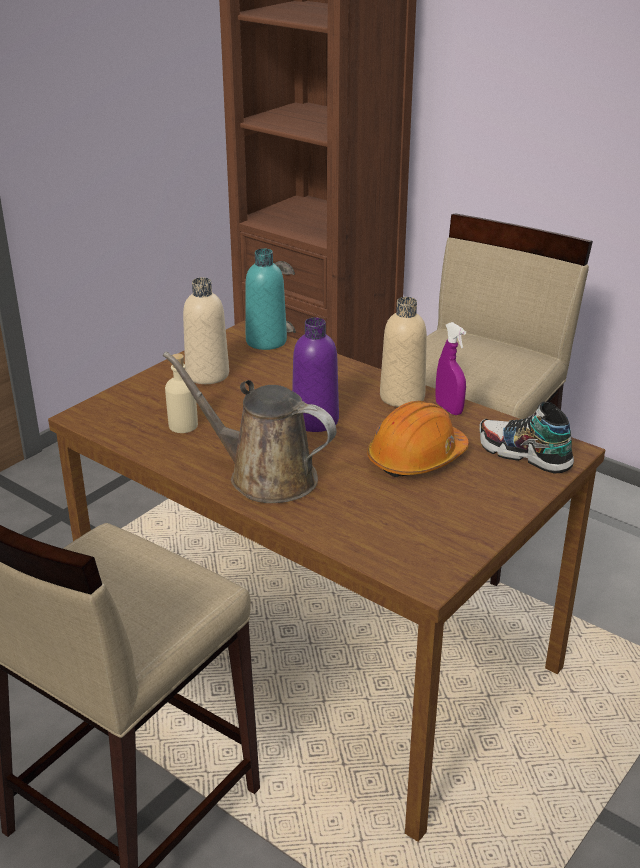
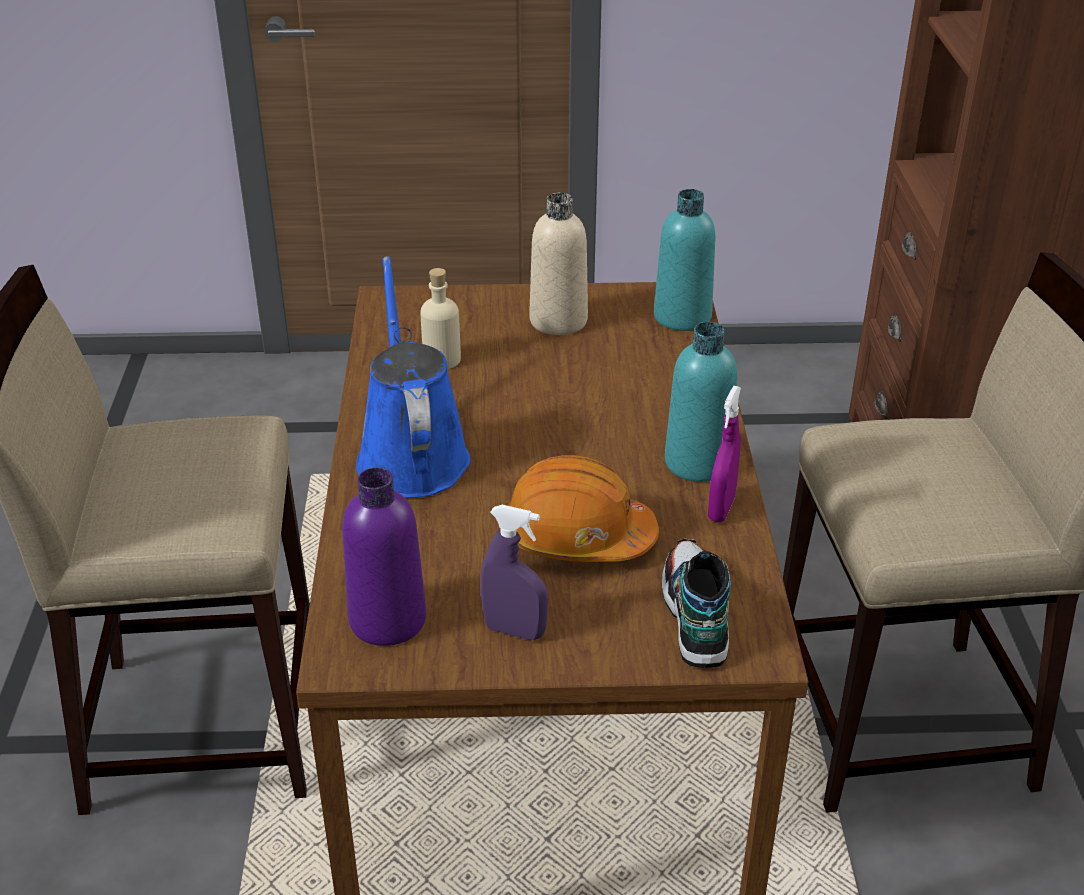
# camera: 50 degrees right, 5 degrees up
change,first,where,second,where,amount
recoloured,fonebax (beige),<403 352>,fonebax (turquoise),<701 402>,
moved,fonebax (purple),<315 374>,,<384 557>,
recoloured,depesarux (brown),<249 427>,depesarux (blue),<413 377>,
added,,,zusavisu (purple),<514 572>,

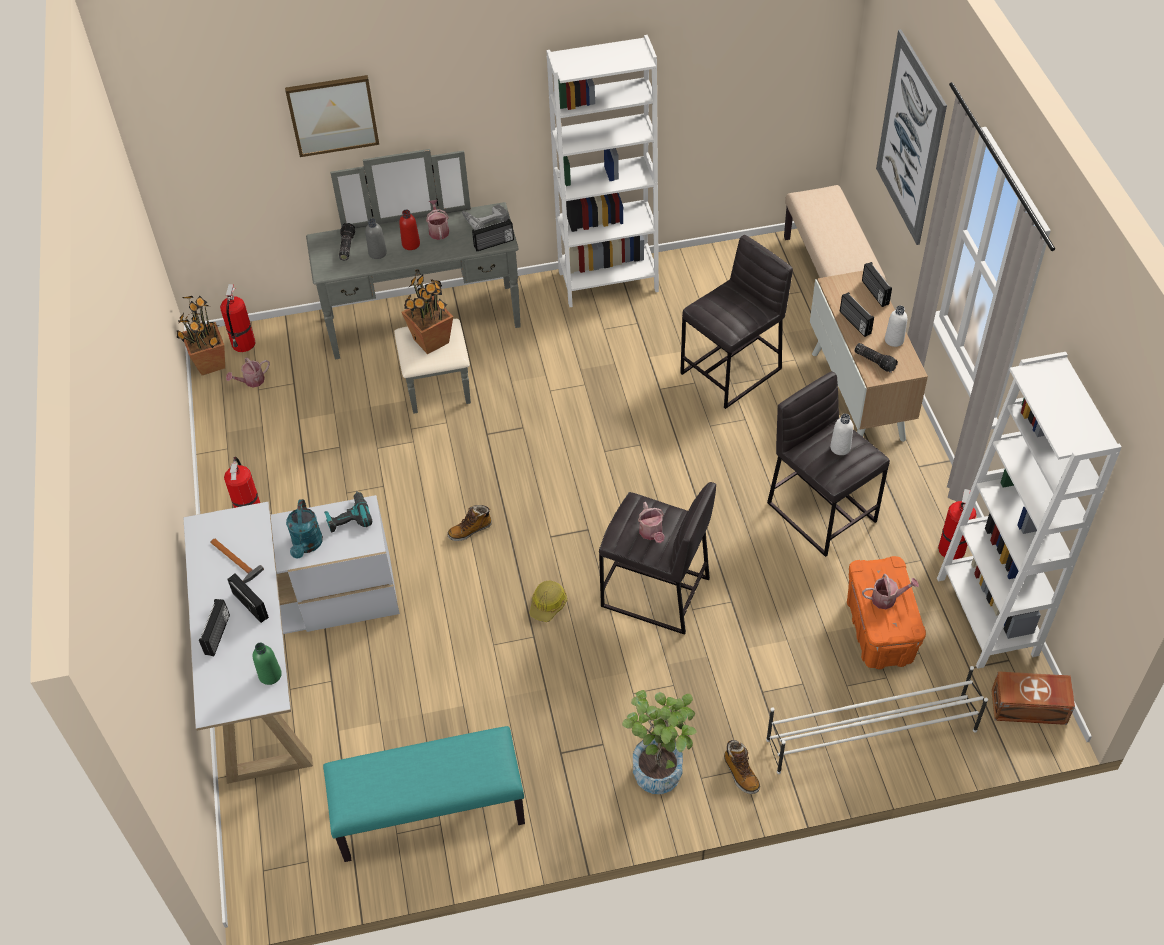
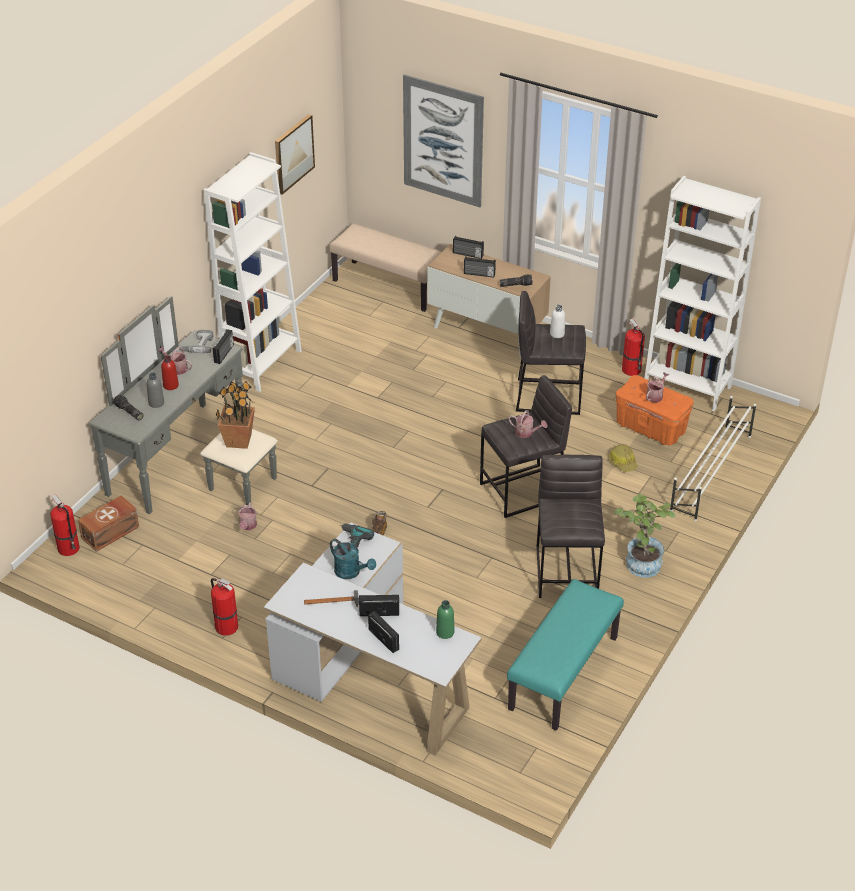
# camera: 50 degrees left, 10 degrees down
change,first,where,second,where,amount
moved,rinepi,<332 116>,,<295 154>,
moved,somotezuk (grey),<736 322>,,<570 526>,
removed,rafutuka,<201 335>,,,
removed,fonebax (white),<896 326>,,,
moved,depesarux,<248 373>,,<247 516>,
moved,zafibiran,<548 601>,,<623 458>,
moved,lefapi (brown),<1033 698>,,<108 523>,
removed,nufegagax,<742 767>,,,

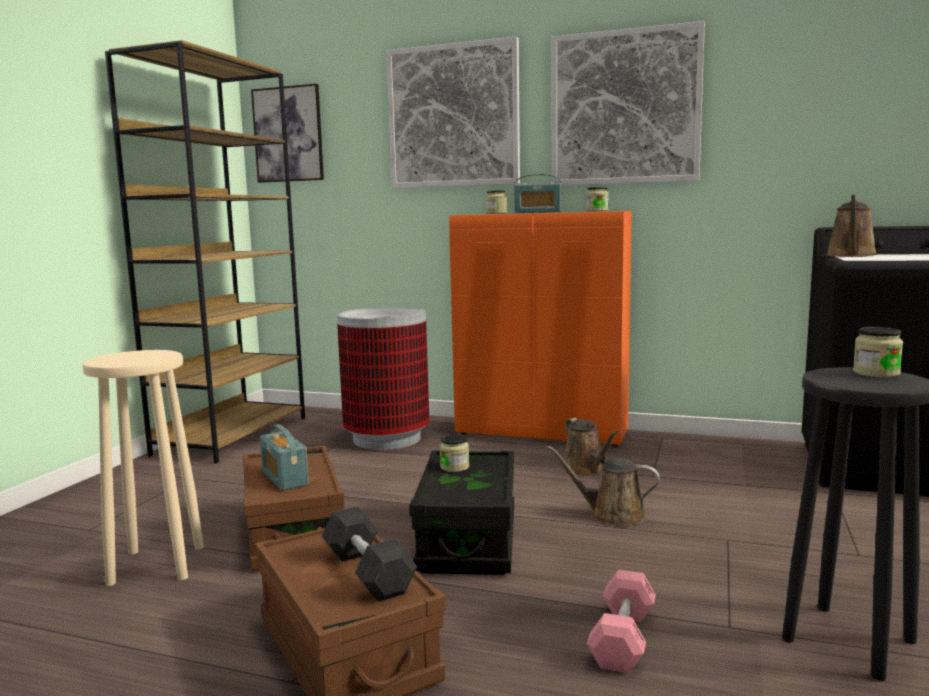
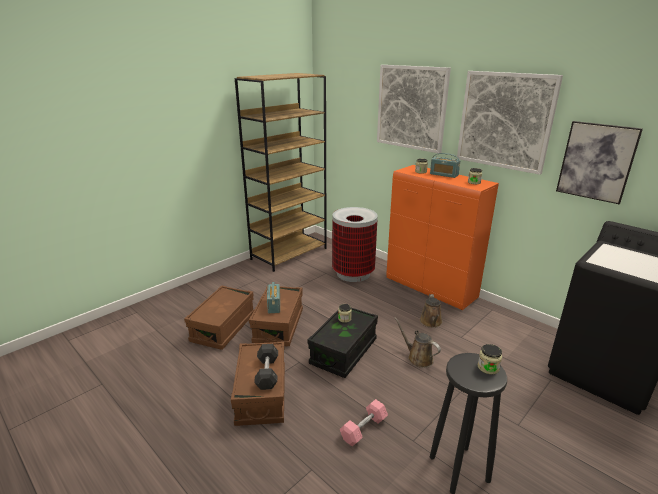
# camera: 25 degrees right, 15 degrees up
change,first,where,second,where,amount
moved,rinepi,<287 133>,,<599 162>,
removed,depesarux (brown),<851 226>,,,
replaced,somotezuk (beige),<143 468>,lefapi (brown),<219 317>,

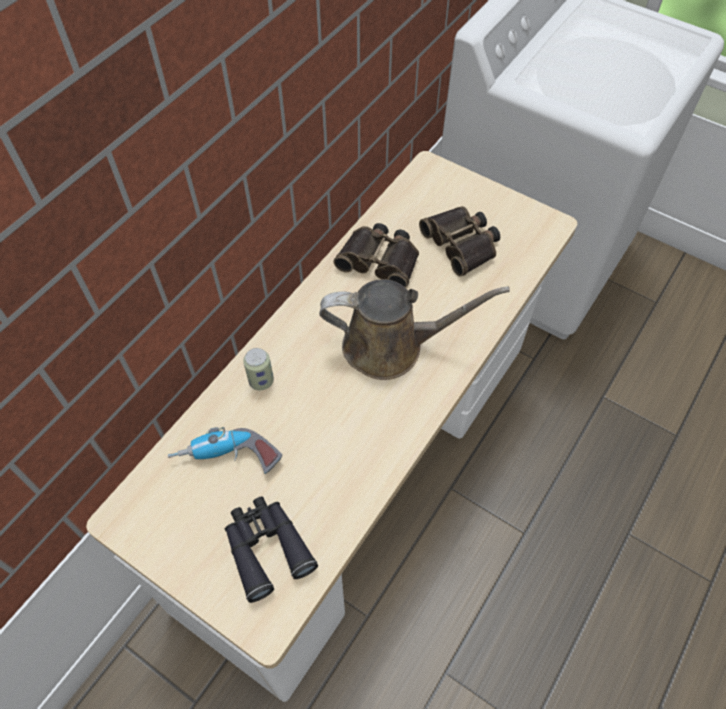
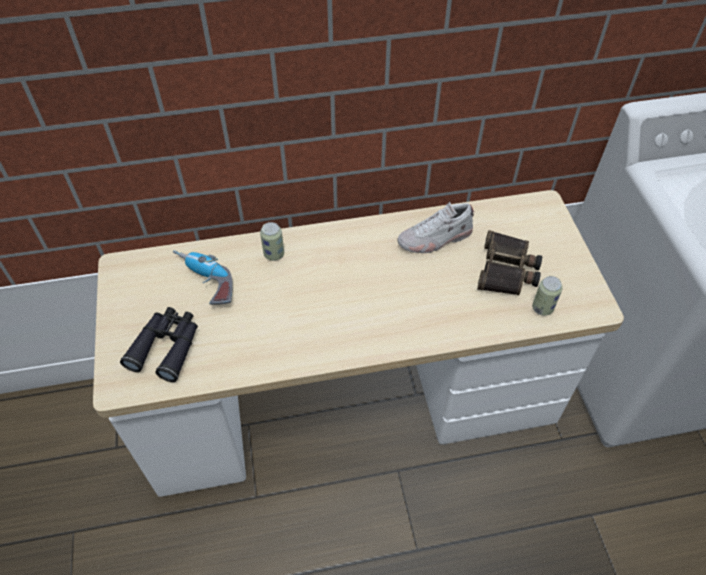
# camera: 45 degrees right, 5 degrees down
change,first,where,second,where,amount
replaced,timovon,<376 255>,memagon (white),<435 227>,
removed,depesarux (brown),<414 329>,,,
added,,,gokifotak,<547 296>,

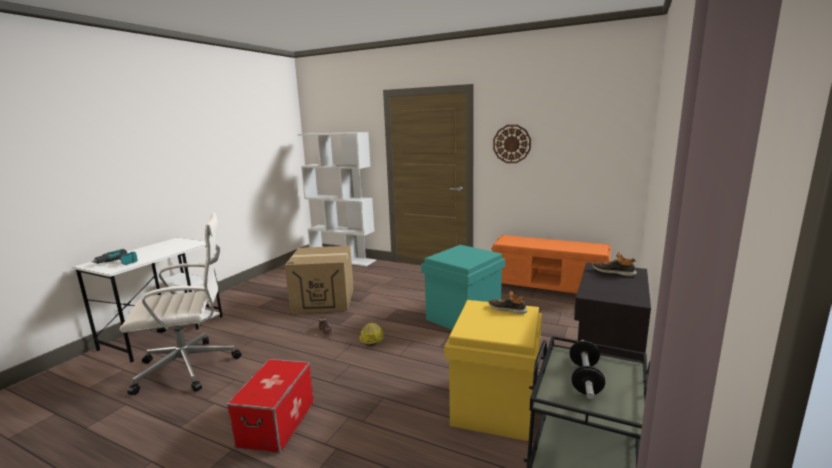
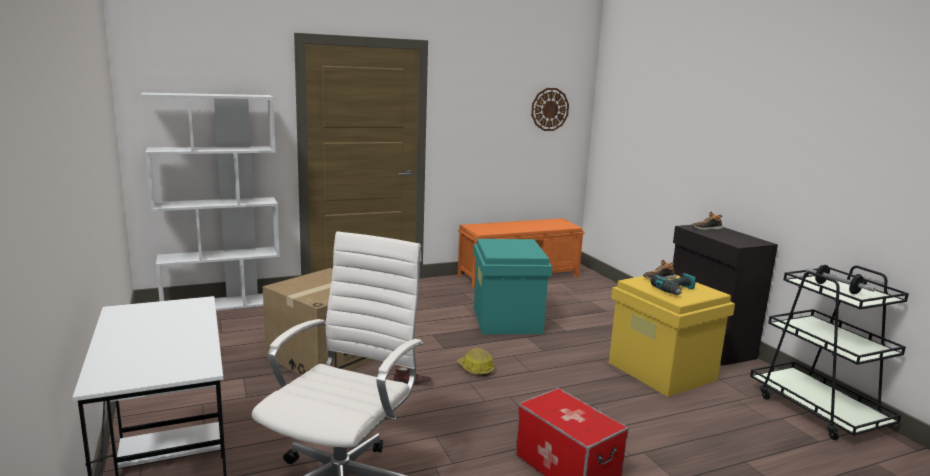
# camera: 50 degrees left, 0 degrees up
change,first,where,second,where,amount
moved,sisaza,<512 144>,,<550 109>,
moved,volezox,<114 257>,,<673 284>,

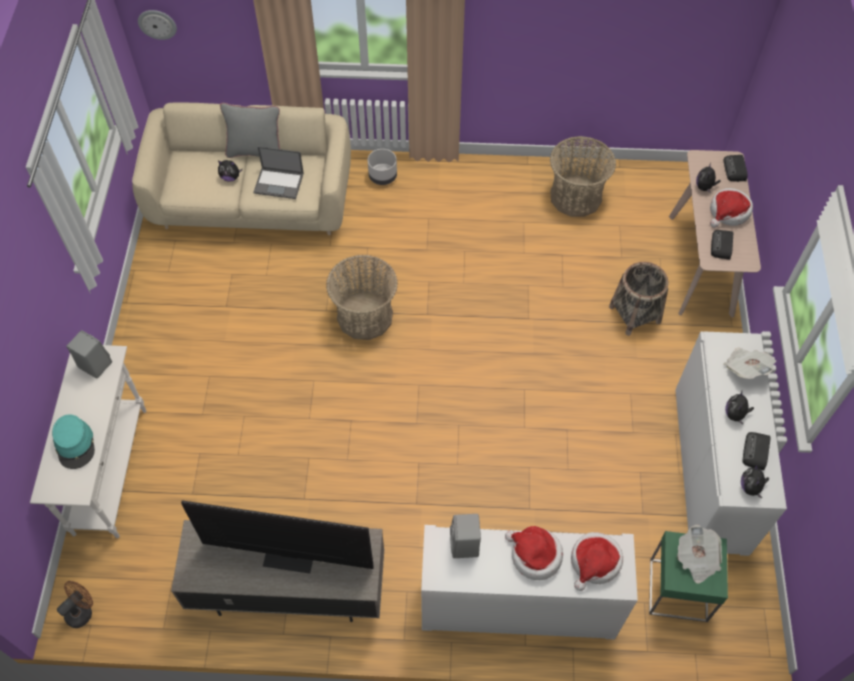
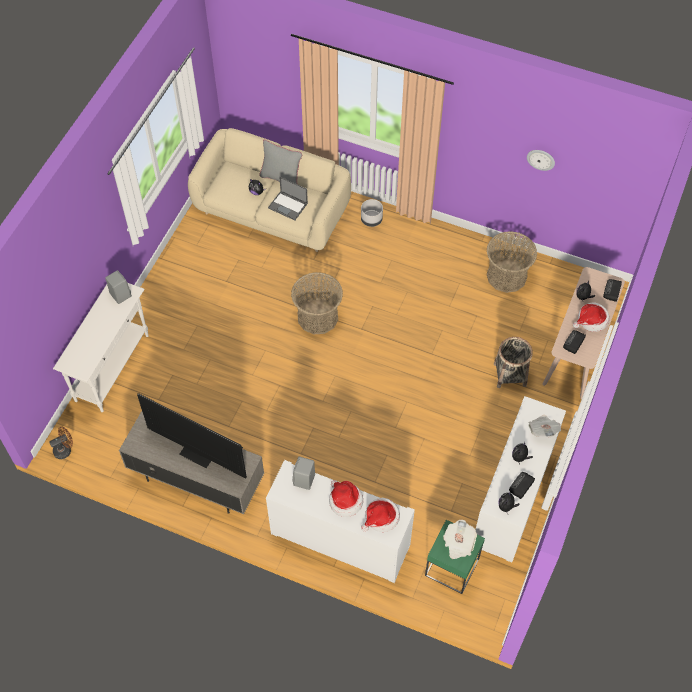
# camera: 20 degrees right, 0 degrees up
change,first,where,second,where,amount
moved,sisaza,<157 25>,,<541 160>,
removed,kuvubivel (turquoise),<73 441>,,,

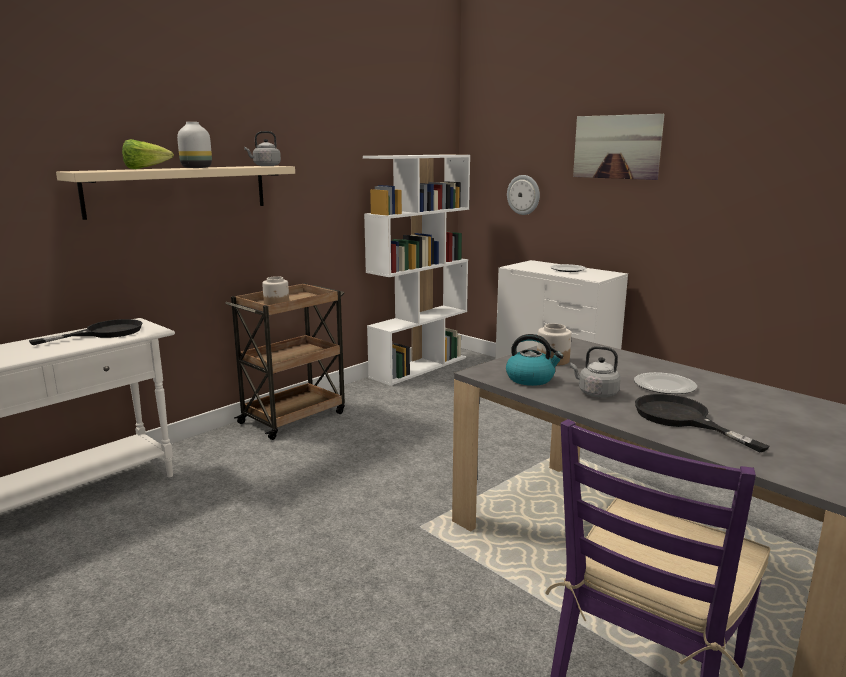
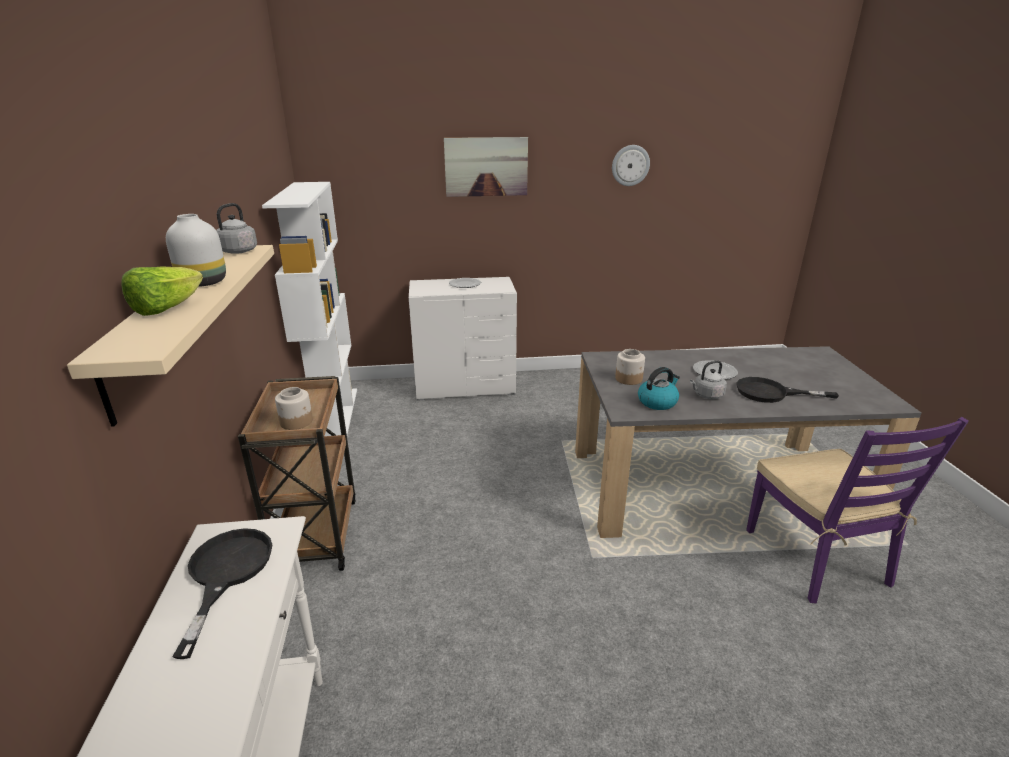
# camera: 50 degrees left, 10 degrees up
change,first,where,second,where,amount
moved,sisaza,<523 195>,,<631 165>,

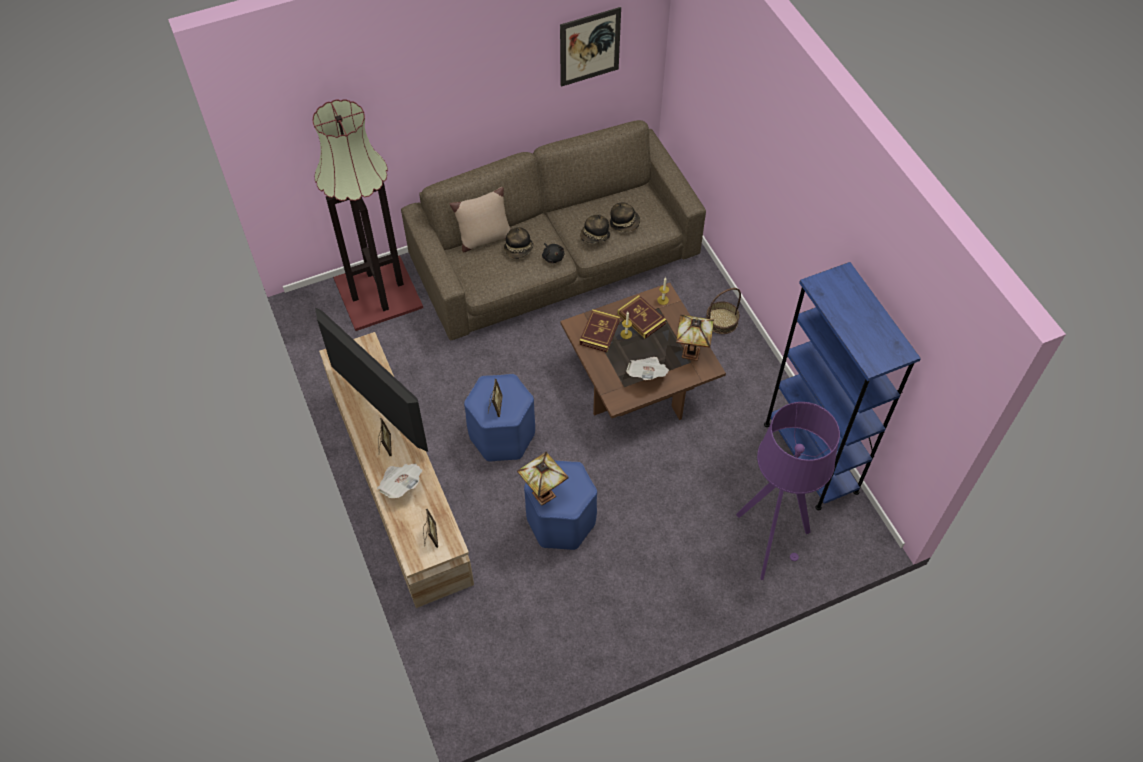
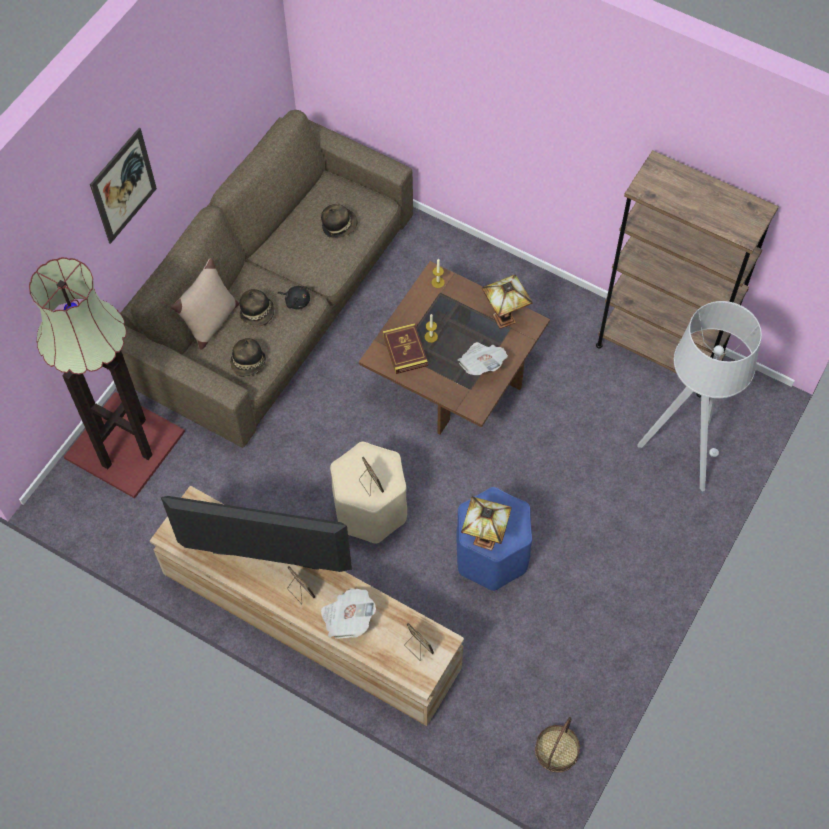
# camera: 35 degrees left, 5 degrees up
change,first,where,second,where,amount
moved,rinepi,<590 47>,,<123 186>,
moved,kuvubivel,<595 228>,,<248 357>,
recoloured,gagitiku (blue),<842 386>,gagitiku (brown),<687 273>,
moved,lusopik,<723 311>,,<557 744>,
removed,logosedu,<642 317>,,,
recoloured,somotezuk (blue),<499 418>,somotezuk (beige),<368 493>,
recoloured,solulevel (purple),<788 491>,solulevel (grey),<699 396>,

